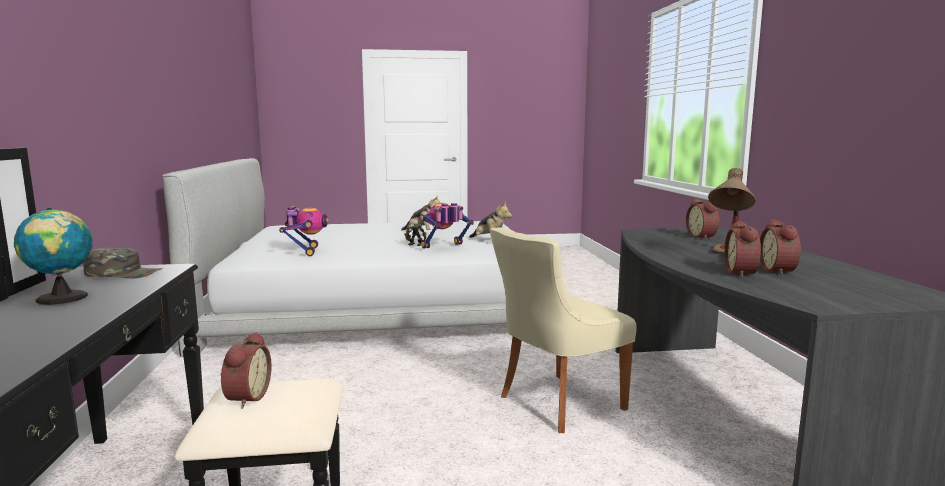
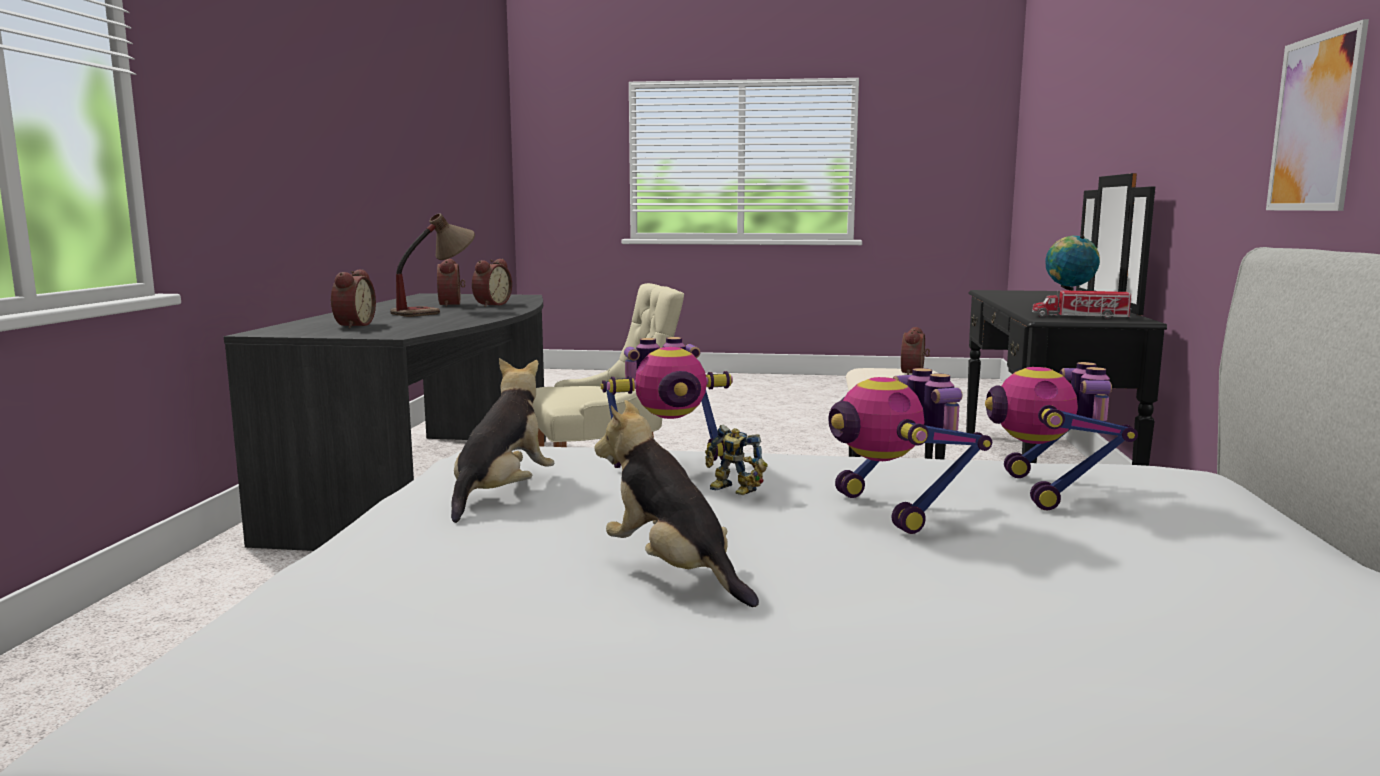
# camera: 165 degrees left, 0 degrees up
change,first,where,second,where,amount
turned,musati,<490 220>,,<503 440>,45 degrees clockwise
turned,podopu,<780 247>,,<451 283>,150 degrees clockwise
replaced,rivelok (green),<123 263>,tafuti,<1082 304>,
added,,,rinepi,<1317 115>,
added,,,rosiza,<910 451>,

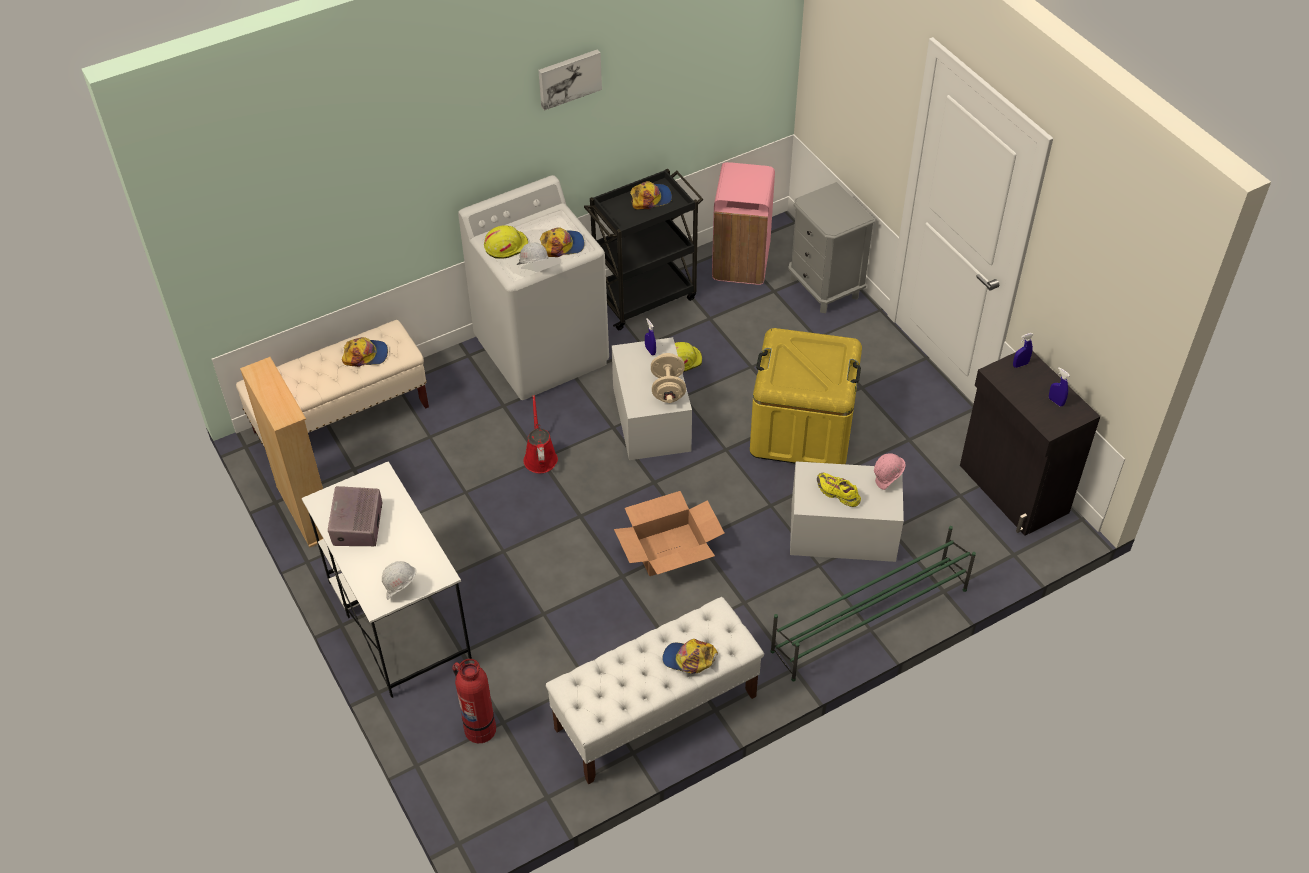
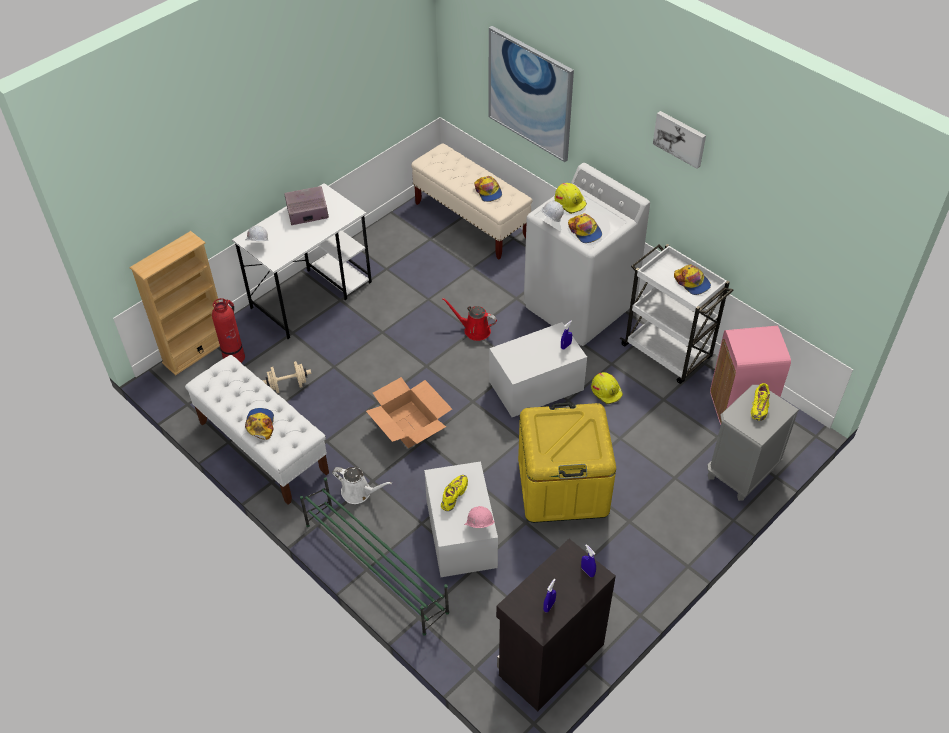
# camera: 75 degrees right, 0 degrees up
change,first,where,second,where,amount
recoloured,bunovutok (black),<644 249>,bunovutok (white),<676 314>,
moved,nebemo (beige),<668 378>,,<287 377>,
moved,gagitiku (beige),<281 452>,,<174 303>,
turned,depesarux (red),<541 434>,,<469 319>,135 degrees counterclockwise
added,,,rinepi,<531 94>,
added,,,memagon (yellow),<760 402>,
added,,,depesarux (white),<362 485>,

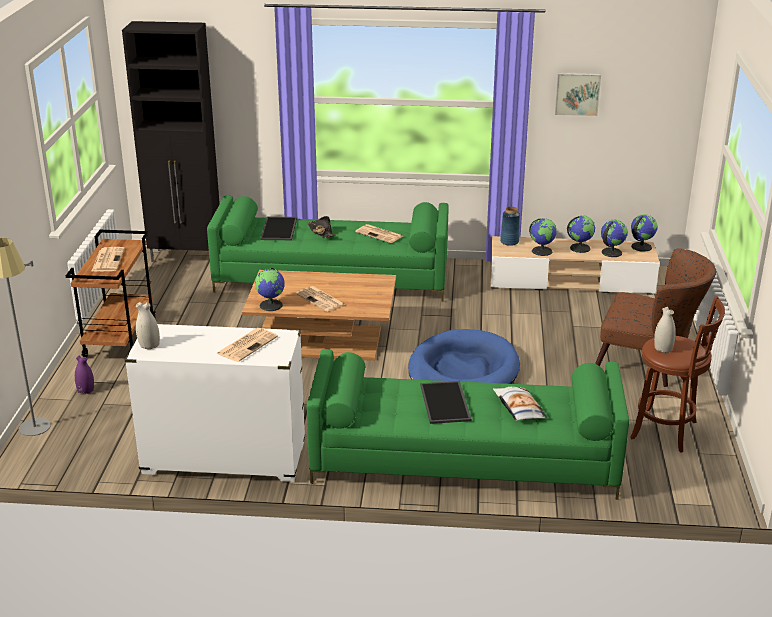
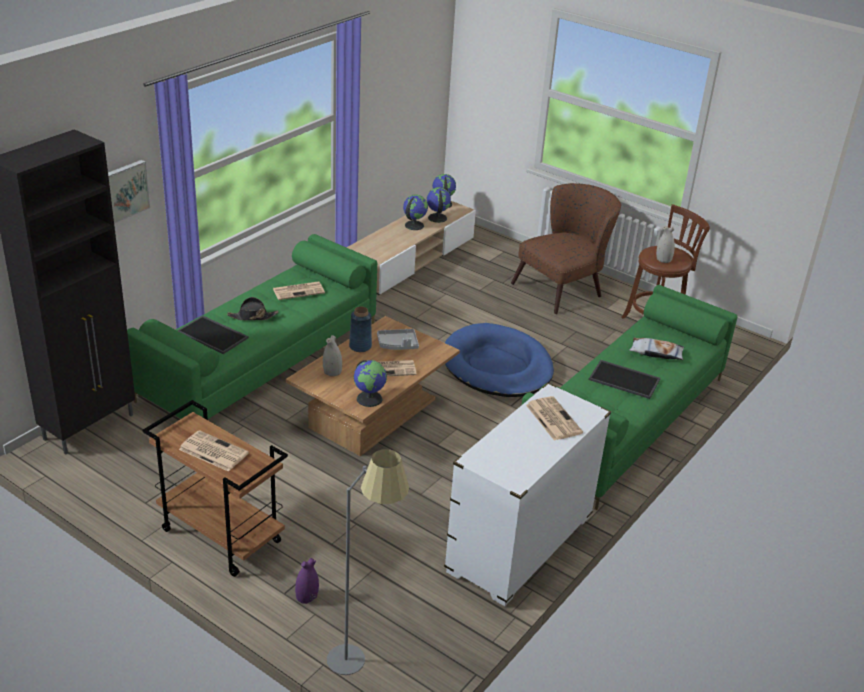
# camera: 60 degrees left, 5 degrees up
change,first,where,second,where,amount
moved,rinepi,<578 94>,,<129 191>,
moved,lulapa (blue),<510 226>,,<360 329>,
removed,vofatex,<543 237>,,,
moved,lulapa (white),<148 325>,,<332 355>,
added,,,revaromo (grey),<398 339>,

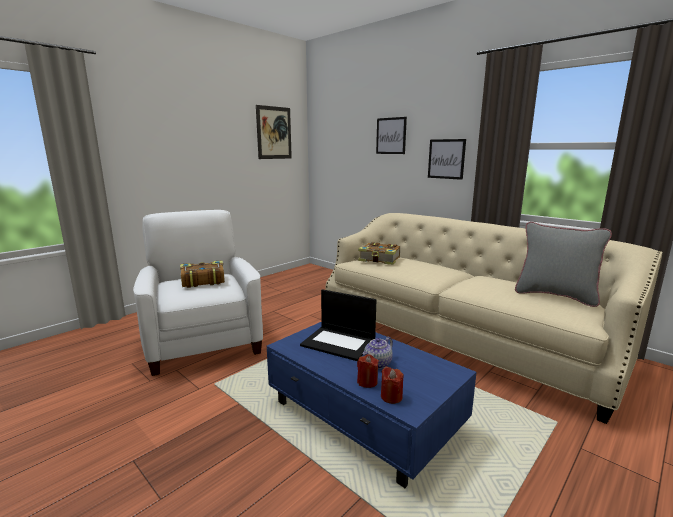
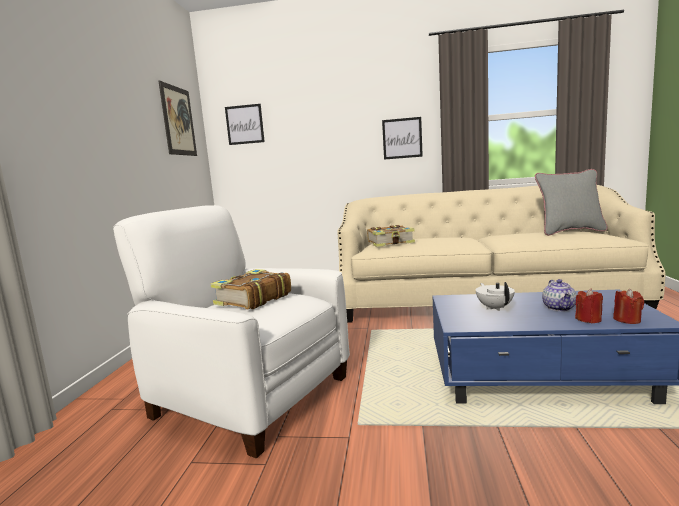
# camera: 35 degrees left, 5 degrees down
change,first,where,second,where,amount
moved,rinepi,<391 135>,,<245 124>,
replaced,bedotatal,<338 325>,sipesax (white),<495 296>,

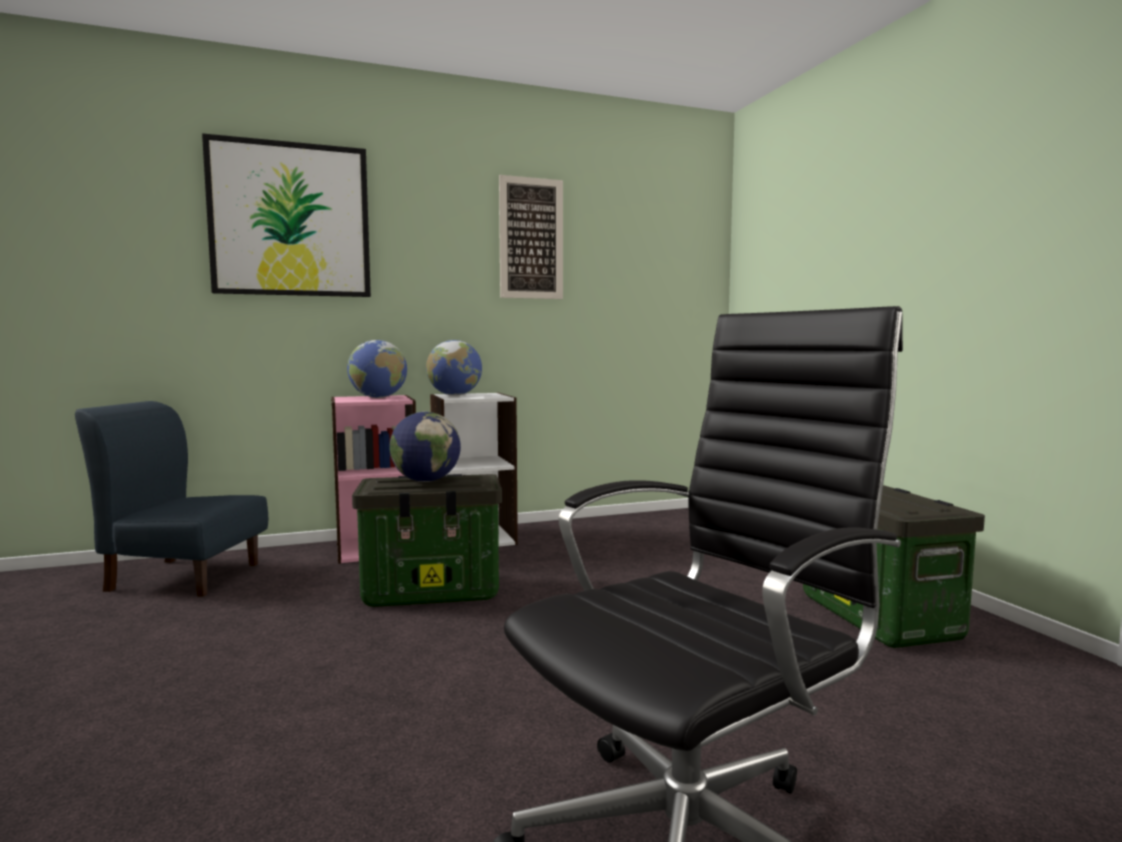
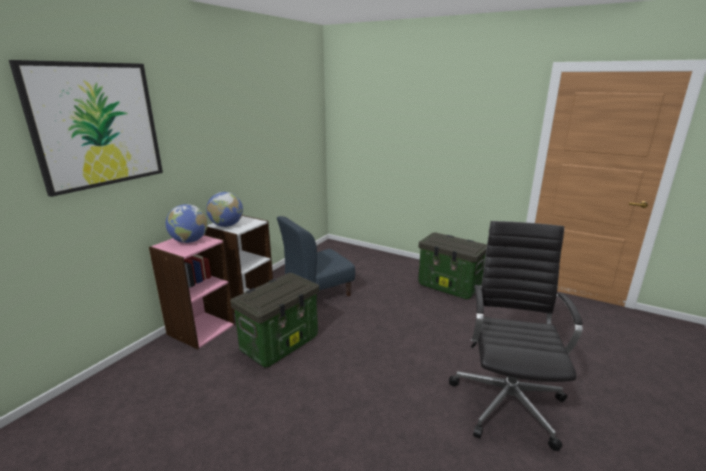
# camera: 40 degrees left, 15 degrees up
change,first,where,second,where,amount
removed,rinepi,<531 237>,,,
moved,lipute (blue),<171 499>,,<316 256>,
removed,vofatex,<425 447>,,,

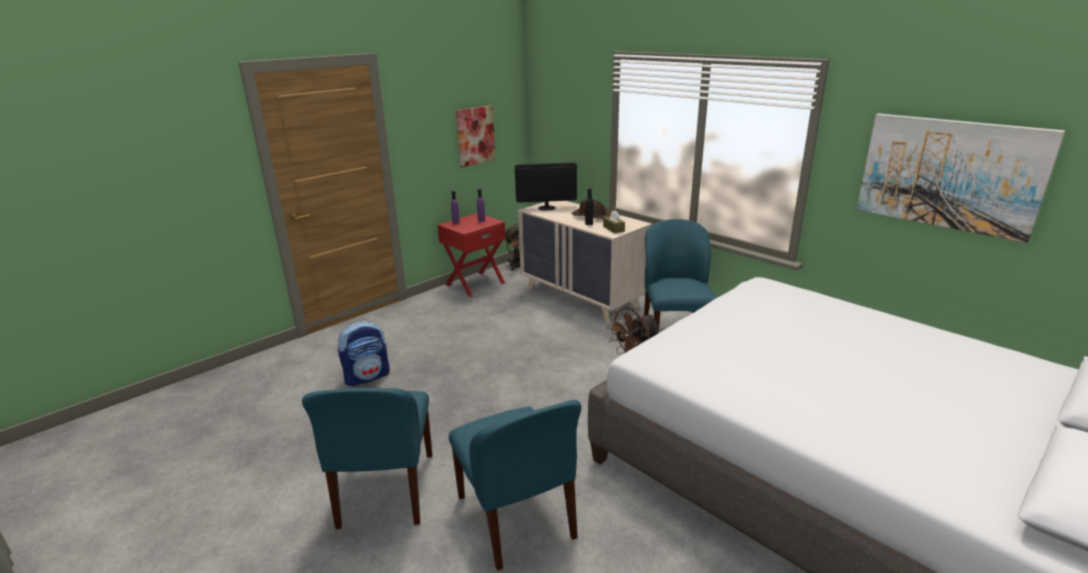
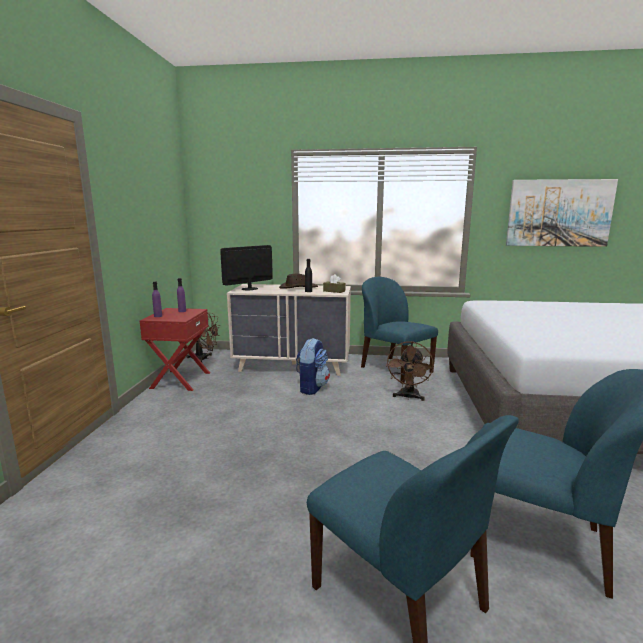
# camera: 40 degrees left, 10 degrees down
change,first,where,second,where,amount
removed,rinepi,<476 136>,,,
moved,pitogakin,<364 353>,,<313 366>,

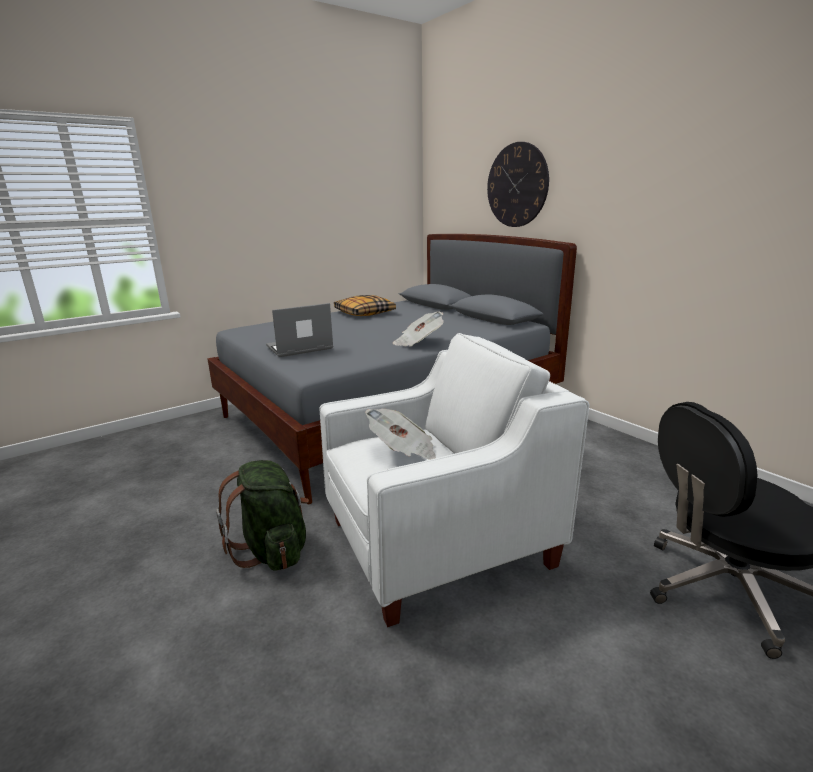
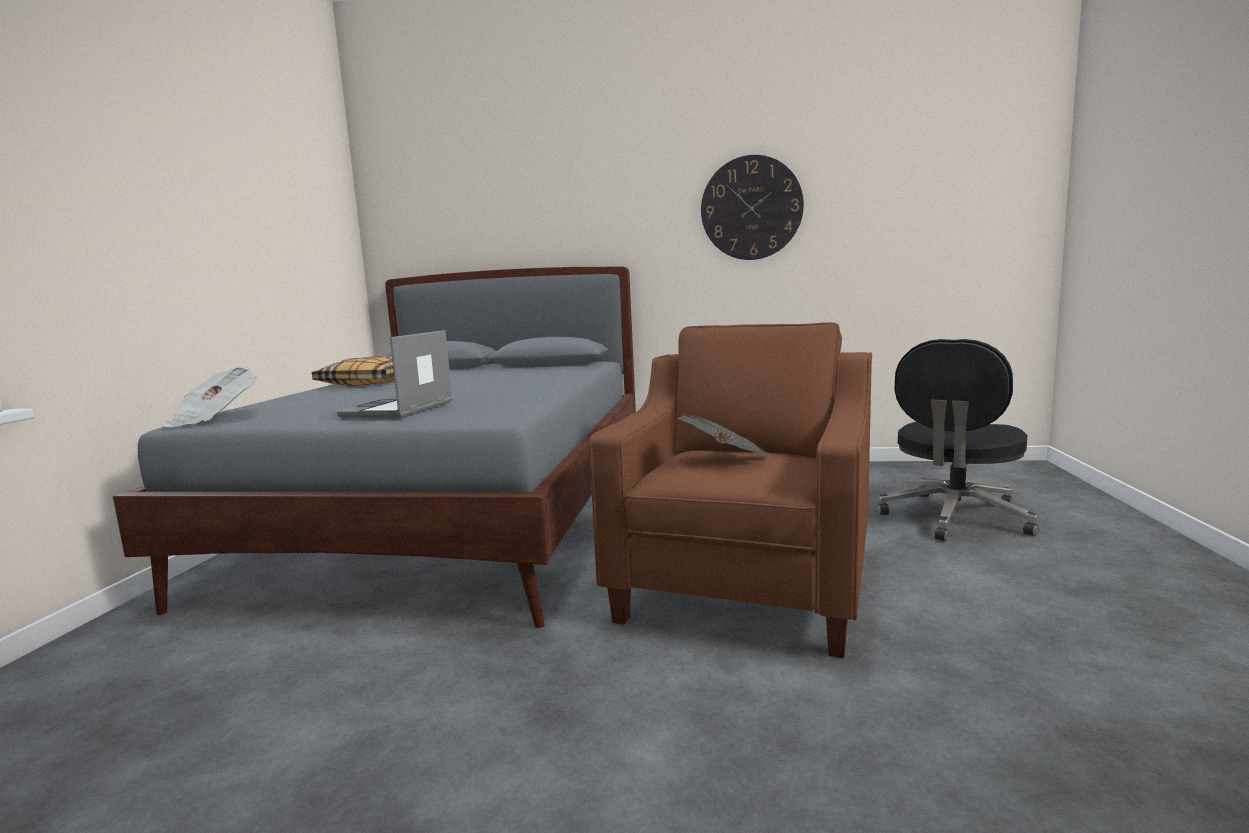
# camera: 45 degrees left, 10 degrees down
change,first,where,second,where,amount
moved,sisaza,<518 184>,,<752 207>,
moved,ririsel,<418 329>,,<210 397>,
recoloured,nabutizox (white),<454 480>,nabutizox (brown),<730 490>,
removed,pitogakin (green),<262 515>,,,

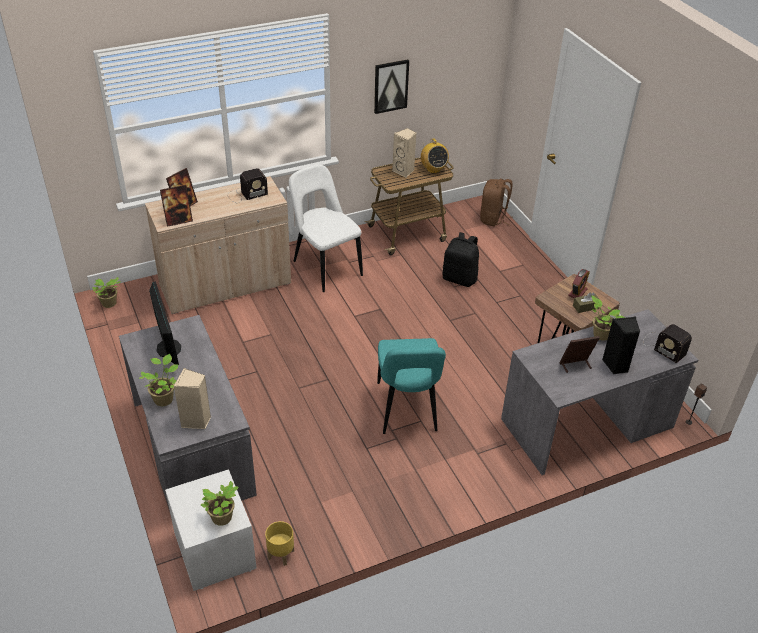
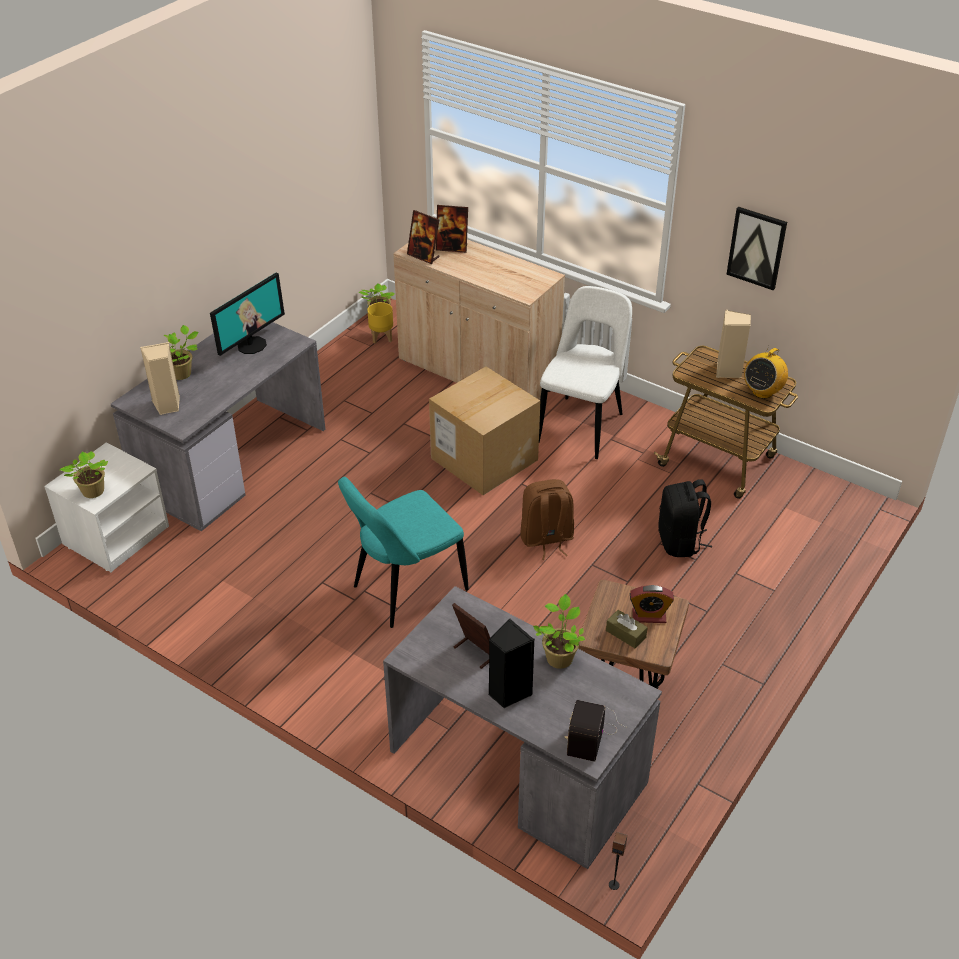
# camera: 60 degrees right, 0 degrees up
change,first,where,second,where,amount
removed,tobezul,<247 185>,,,
moved,pitogakin (brown),<496 203>,,<547 519>,
moved,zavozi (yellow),<279 543>,,<380 322>,
added,,,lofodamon,<484 431>,

